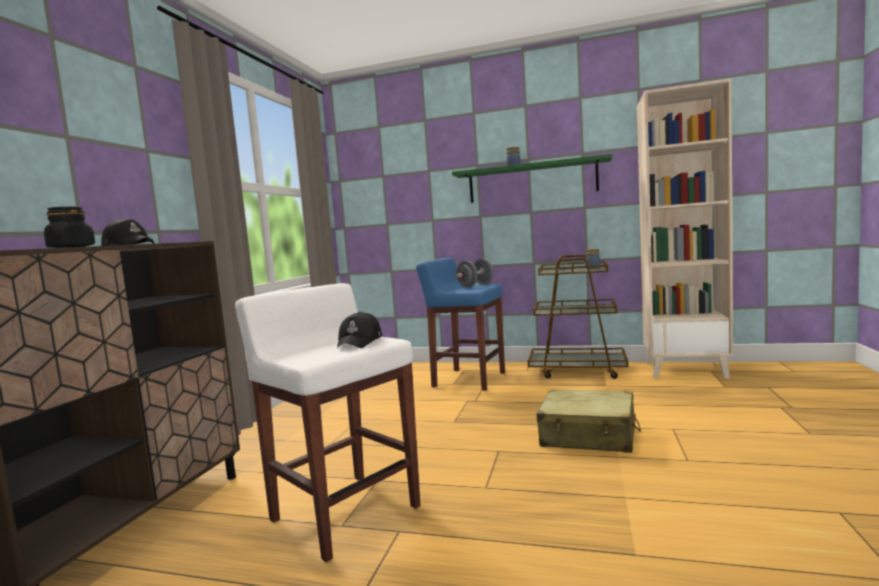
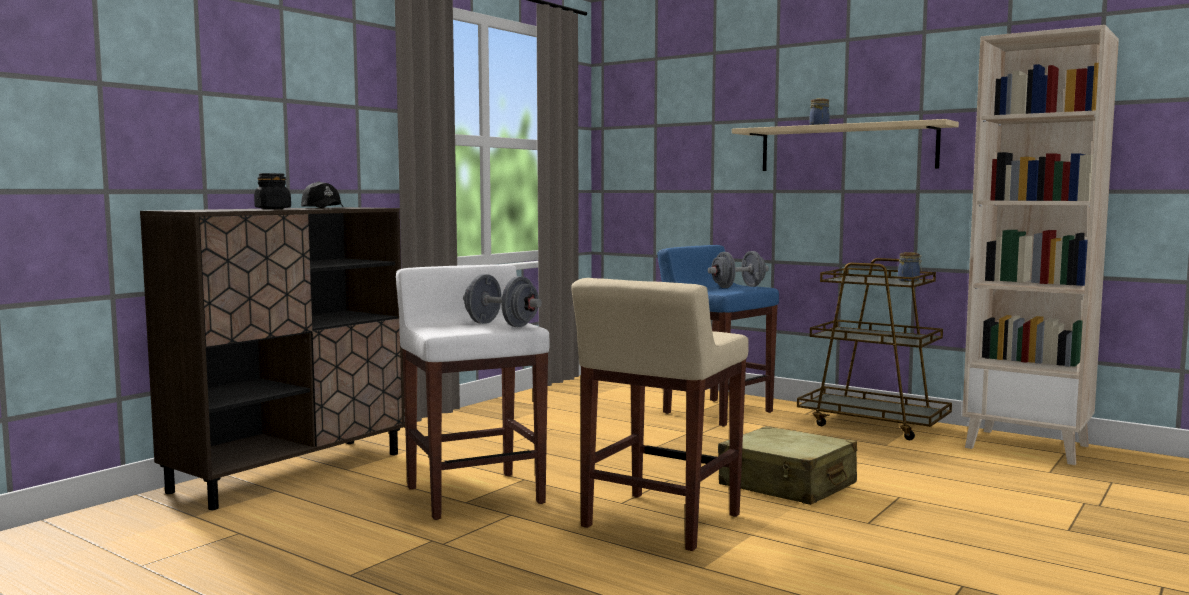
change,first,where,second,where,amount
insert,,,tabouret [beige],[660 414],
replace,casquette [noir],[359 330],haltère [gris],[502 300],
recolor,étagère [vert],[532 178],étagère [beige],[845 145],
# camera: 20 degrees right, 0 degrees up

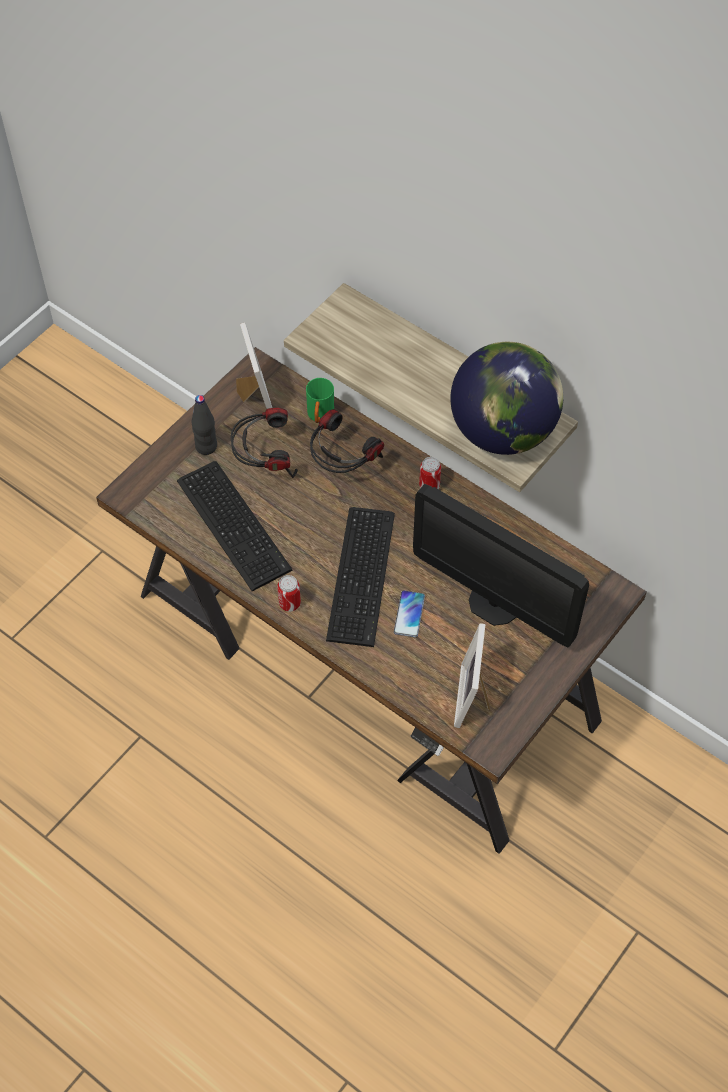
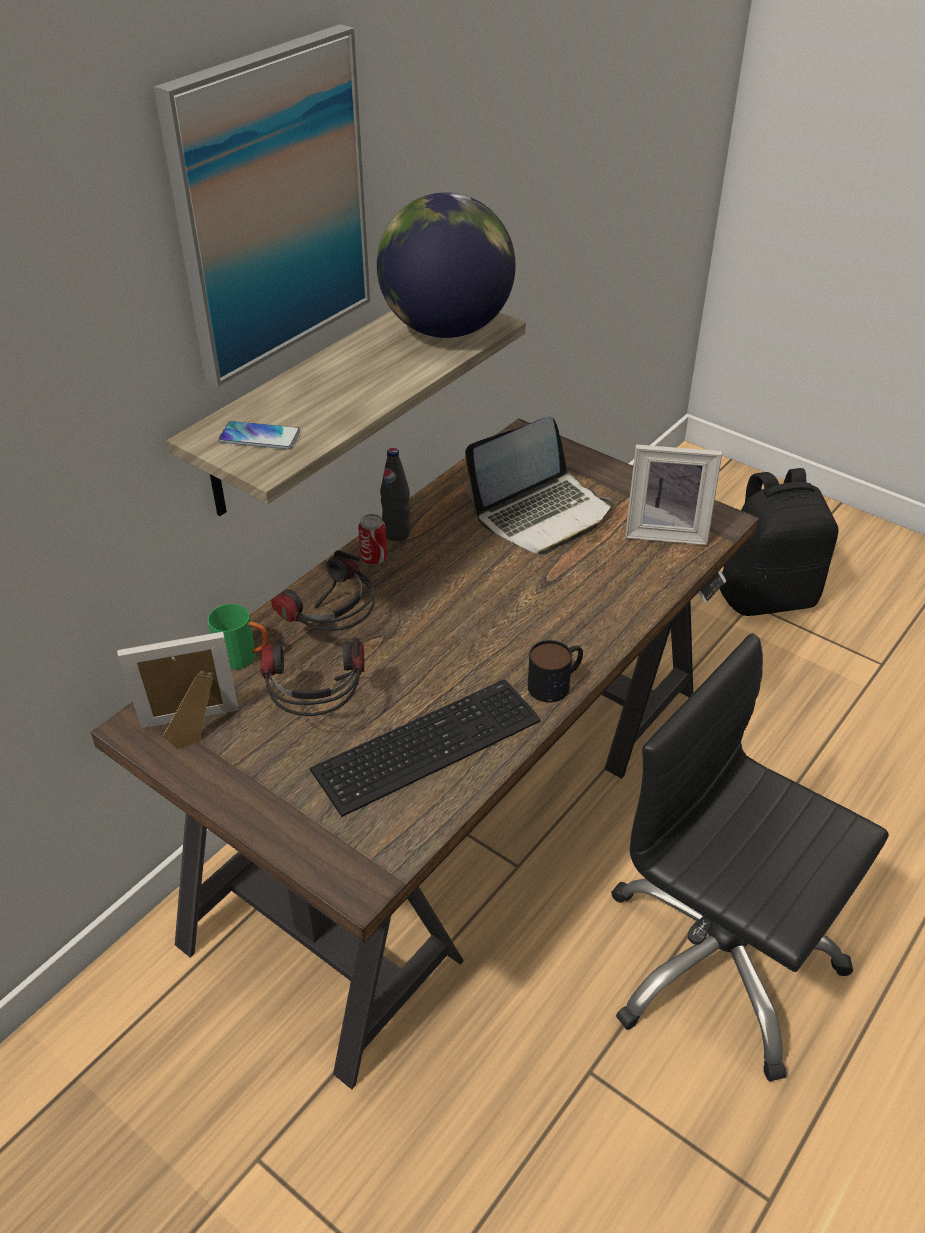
change,first,where,second,where,amount
delete,clavier,[360 577],,,
insert,,,tableau,[262 205],
insert,,,chaise de bureau [noir],[750 857],
insert,,,sac à dos [noir],[779 542],
move,bouteille [noir],[204 425],,[395 494],
move,téléphone,[409 613],,[259 435],
replace,boîte métallique,[289 593],mug,[555 671],
replace,écran d'ordinateur,[501 565],ordinateur portable,[538 485],
# camera: 90 degrees left, 15 degrees down

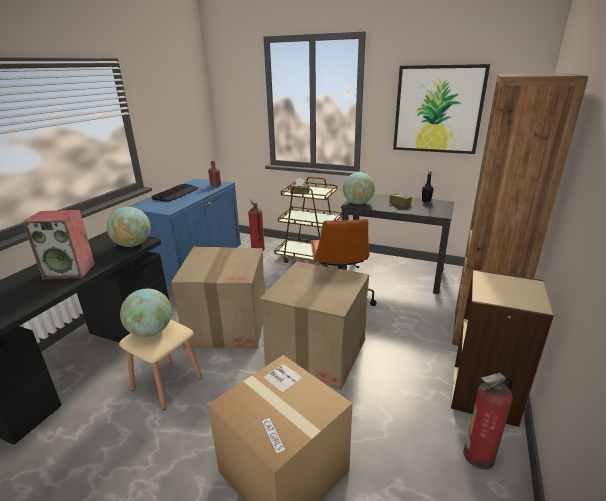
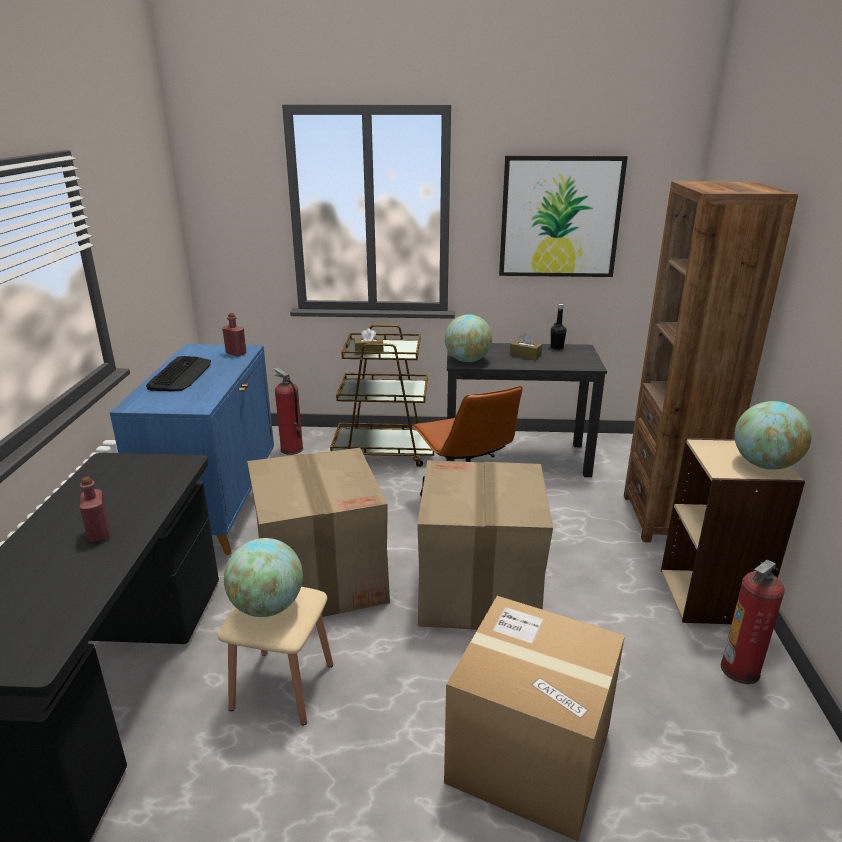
change,first,where,second,where,amount
move,globe,[128 227],,[773 435],
replace,enceinte,[59 244],bouteille [rouge],[95 509],
# camera: 20 degrees left, 0 degrees up

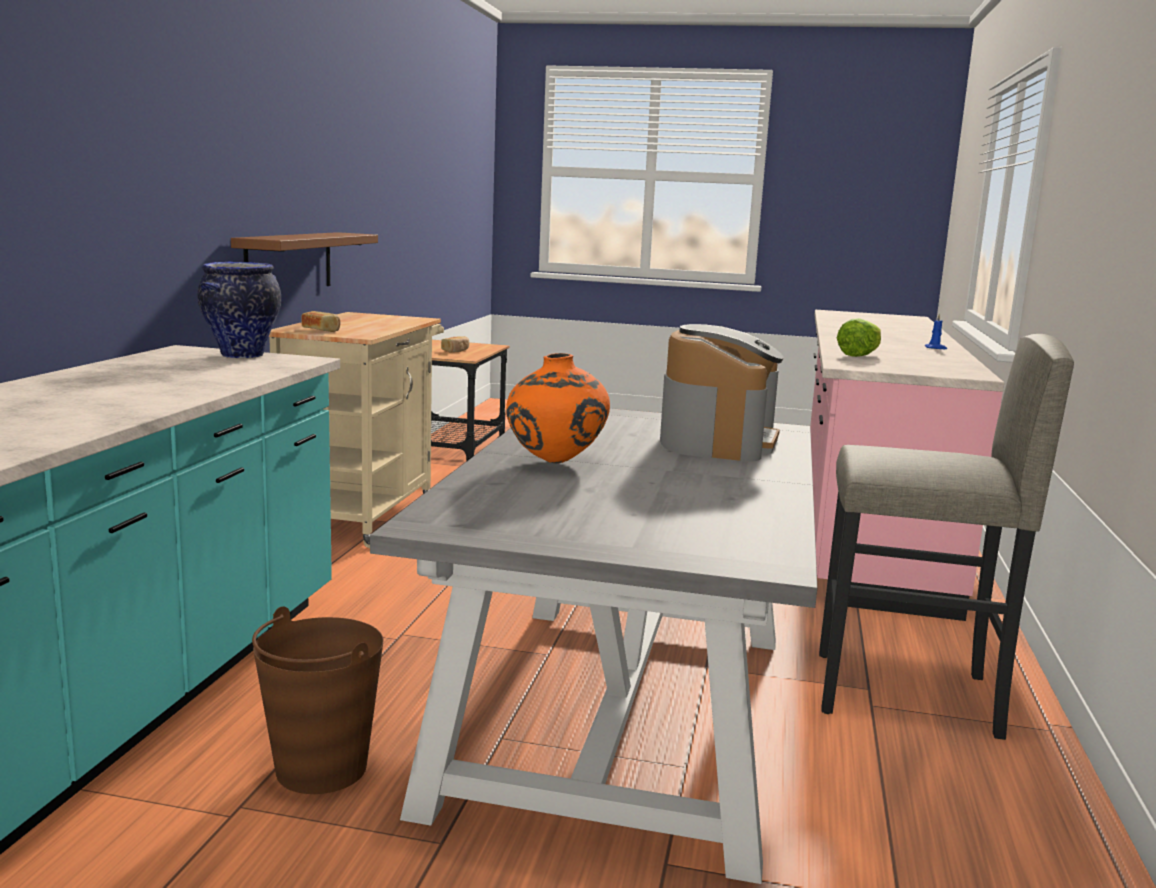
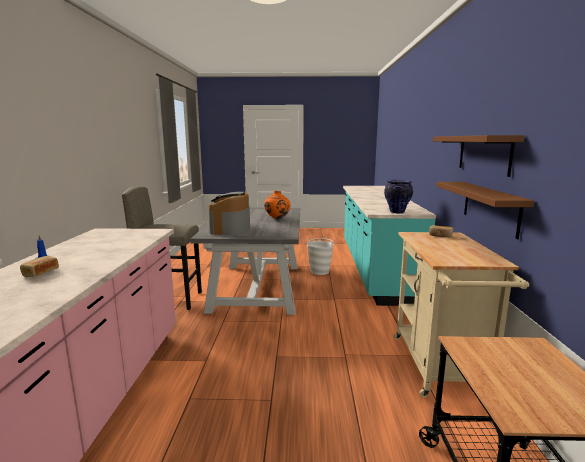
change,first,where,second,where,amount
delete,laitue,[859 337],,,
insert,,,étagère [marron],[478 156],
move,pain,[455 344],,[39 266],
recolor,seau [marron],[317 700],seau [blanc],[320 256],
# camera: 170 degrees right, 0 degrees up

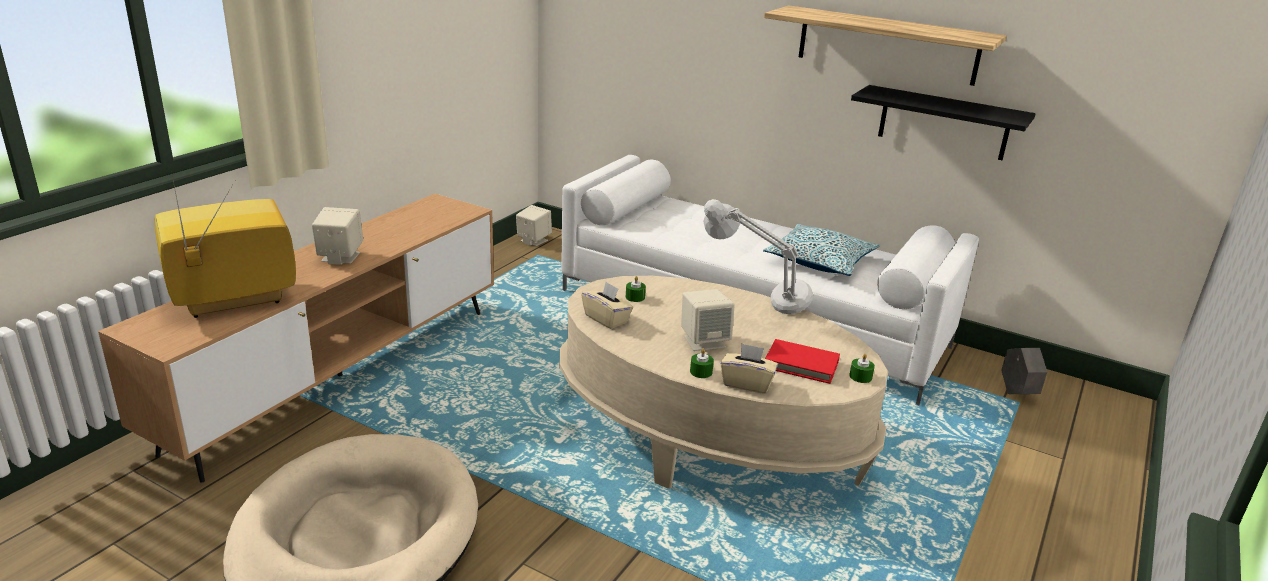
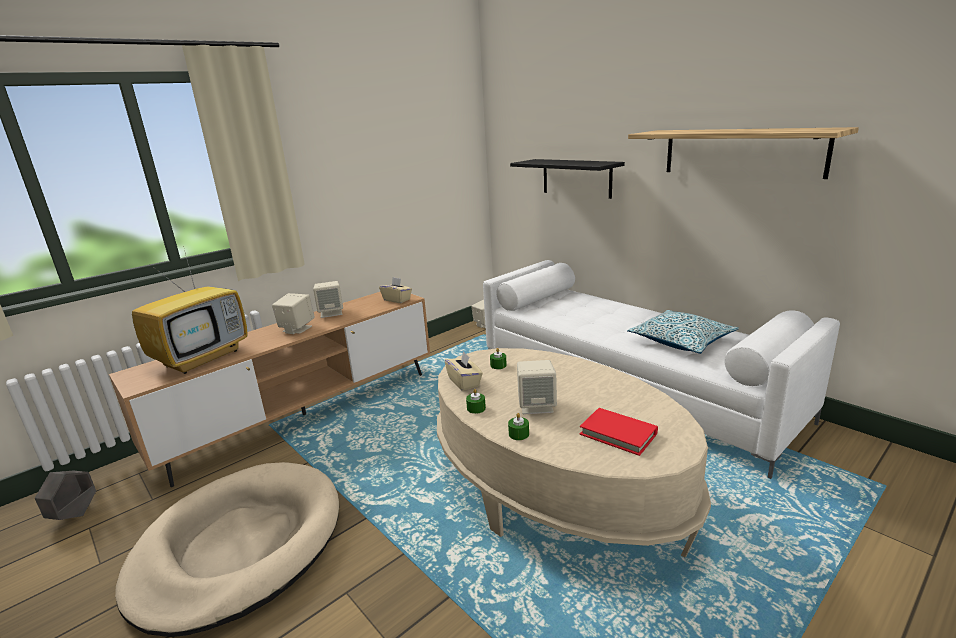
change,first,where,second,where,amount
delete,lampe de table [gris],[758 256],,,
insert,,,enceinte [beige],[328 299],
move,boîte à mouchoirs [beige],[749 368],,[395 290],
move,bougie [vert],[862 368],,[476 401],
move,étagère [noir],[943 122],,[567 179],
move,cache-pot [gris],[1024 371],,[65 495],
rotate,téléviseur,[225 244],,[190 310],135 degrees clockwise
# camera: 20 degrees right, 5 degrees down

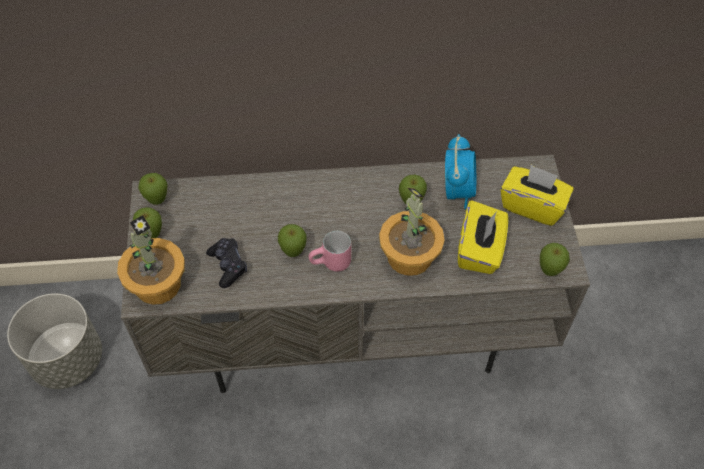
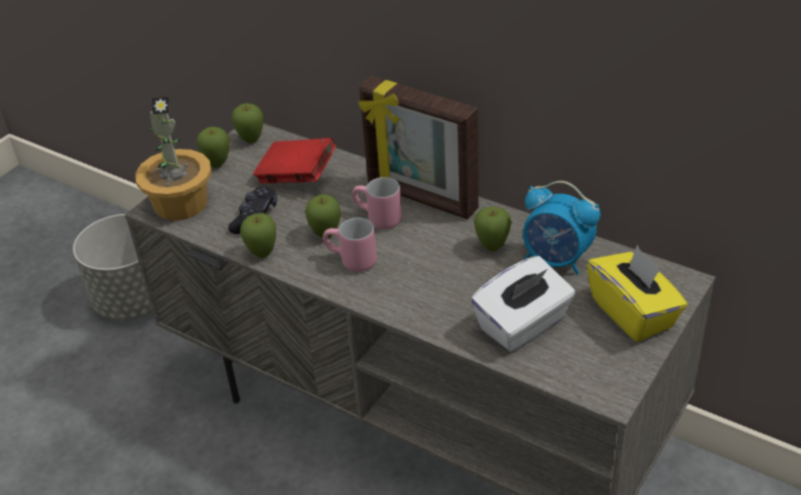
change,first,where,second,where,amount
delete,plante en pot,[412 232],,,
insert,,,livre [rouge],[294 161],
insert,,,mug [rose],[377 203],
insert,,,cadre photo,[418 147],
move,pomme,[555 259],,[258 235],
recolor,boîte à mouchoirs [jaune],[483 237],boîte à mouchoirs [blanc],[523 304],
rotate,réveil,[460 171],,[561 228],75 degrees clockwise
# camera: 40 degrees right, 15 degrees down

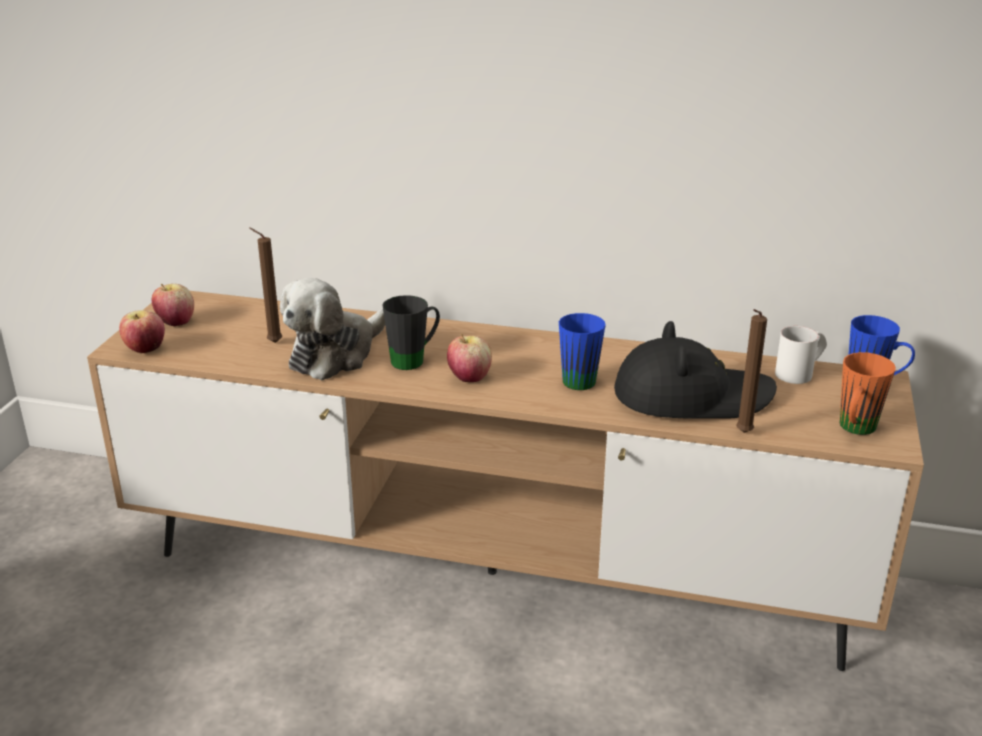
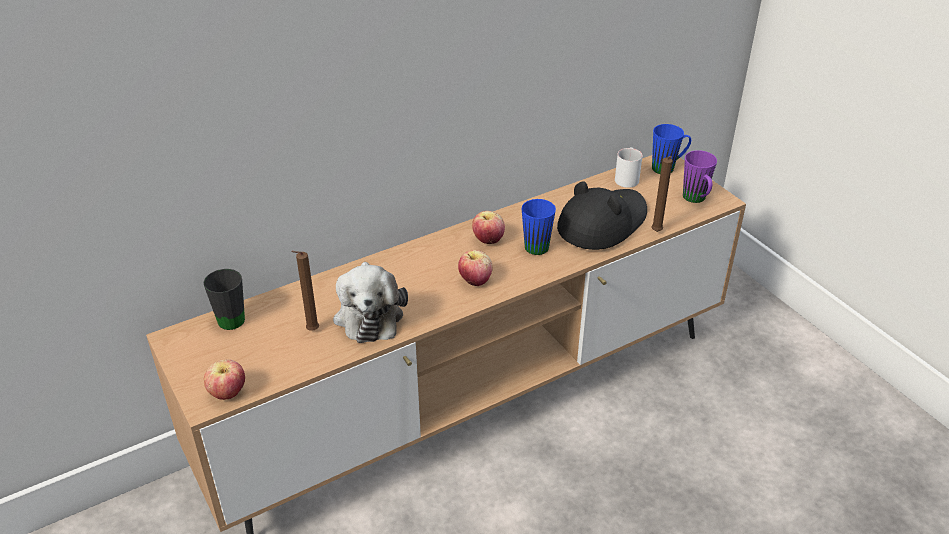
change,first,where,second,where,amount
move,pomme,[173 305],,[488 227],
move,mug [noir],[411 332],,[224 299],
recolor,mug [orange],[868 393],mug [violet],[700 176],
# camera: 45 degrees left, 10 degrees up

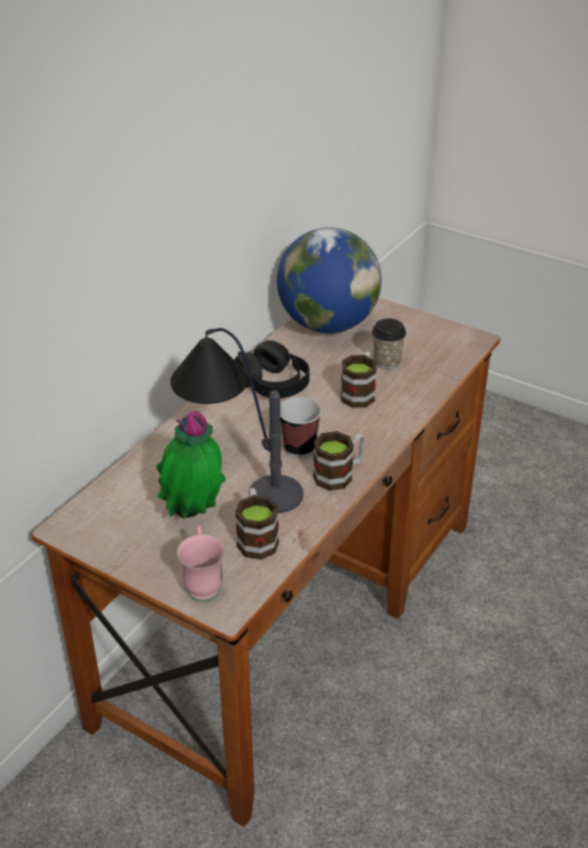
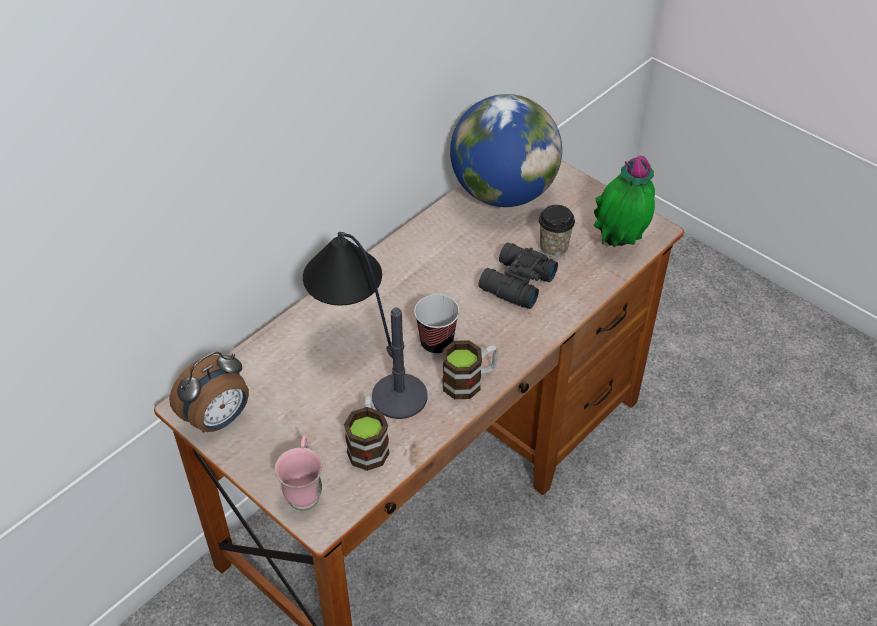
change,first,where,second,where,amount
delete,casque audio [noir],[272 369],,,
insert,,,réveil,[209 392],
move,plante en pot,[191 465],,[624 202],
replace,mug,[359 379],jumelles [noir],[518 275],
# camera: 10 degrees right, 10 degrees up

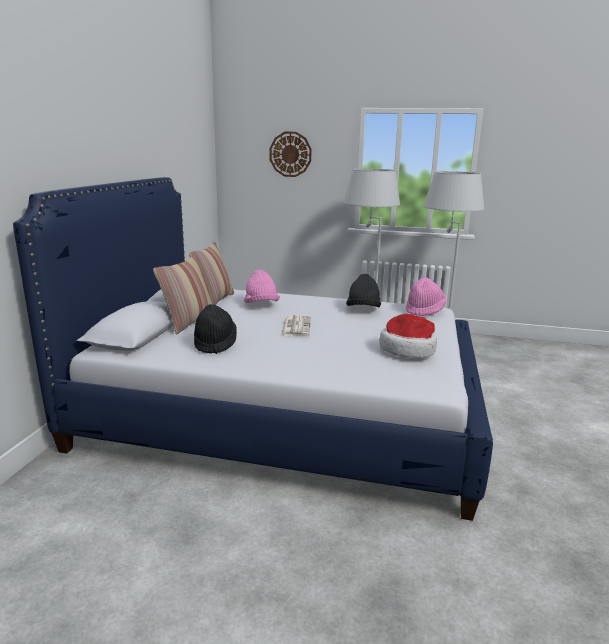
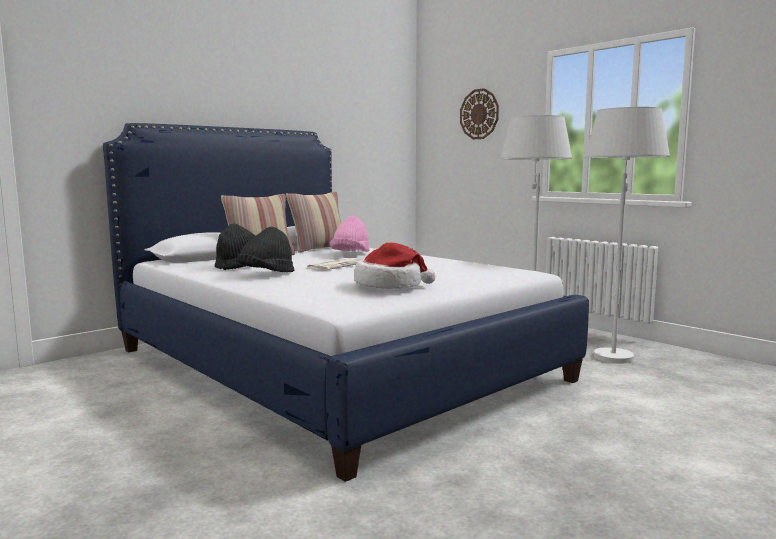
change,first,where,second,where,amount
delete,chapeau [rose],[426 296],,,
move,chapeau [noir],[363 290],,[265 249],
# camera: 35 degrees right, 10 degrees down

